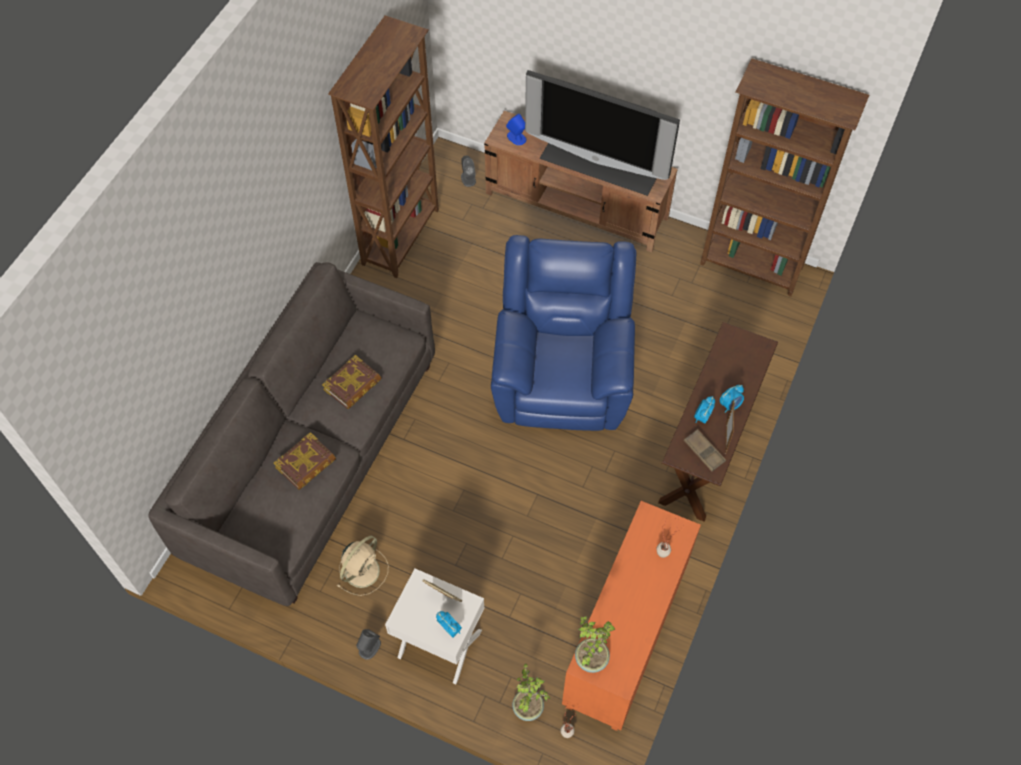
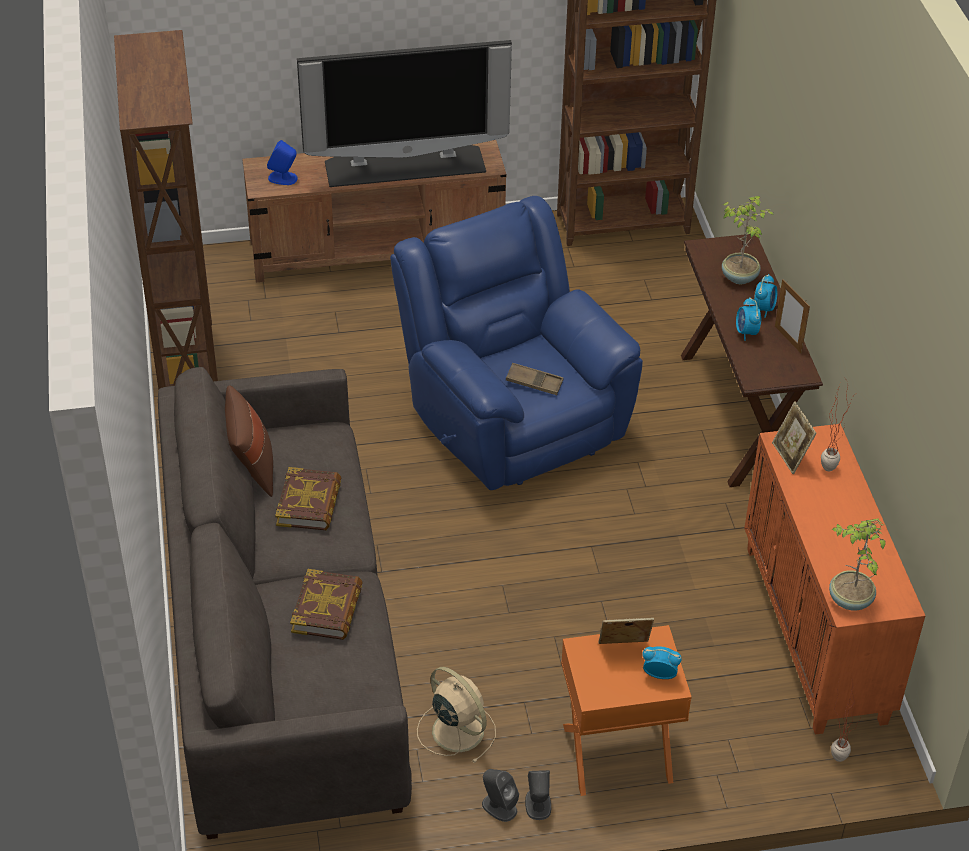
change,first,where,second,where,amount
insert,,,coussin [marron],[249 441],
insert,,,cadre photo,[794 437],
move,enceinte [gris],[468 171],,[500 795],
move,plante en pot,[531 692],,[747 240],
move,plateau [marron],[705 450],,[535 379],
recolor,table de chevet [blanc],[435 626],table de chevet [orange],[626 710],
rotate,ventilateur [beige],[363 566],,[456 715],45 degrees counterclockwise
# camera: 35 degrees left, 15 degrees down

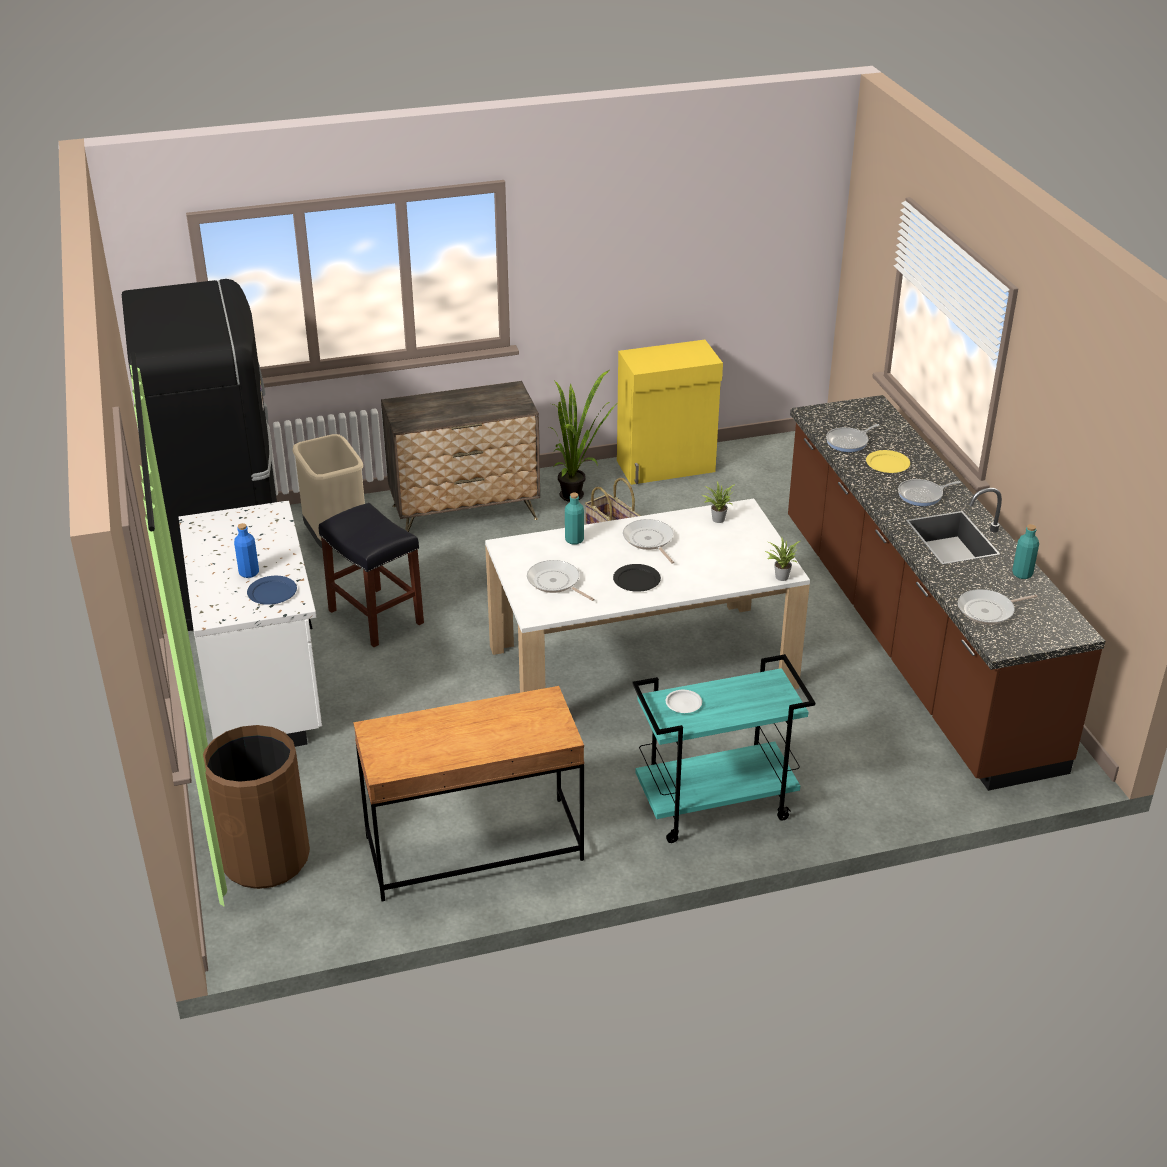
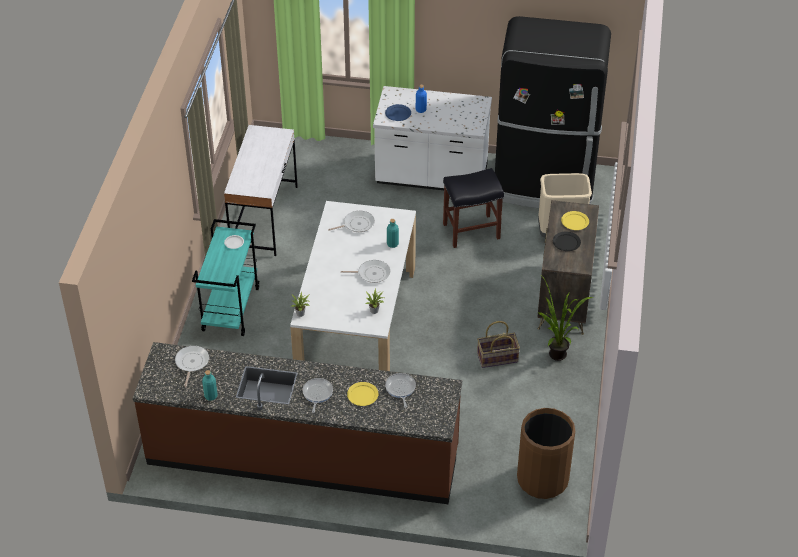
change,first,where,second,where,amount
delete,meuble de rangement [jaune],[670 412],,,
insert,,,assiette [jaune],[575 220],
move,poubelle [marron],[256 807],,[546 453],
move,assiette [noir],[637 578],,[567 241],
recolor,bureau [marron],[468 793],bureau [blanc],[261 190],
# camera: 115 degrees right, 10 degrees up

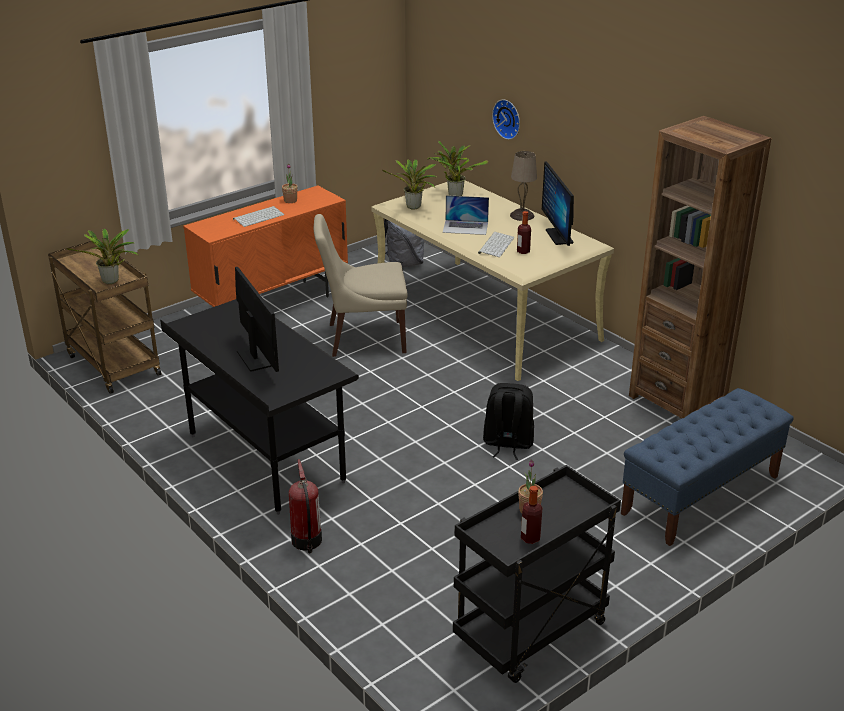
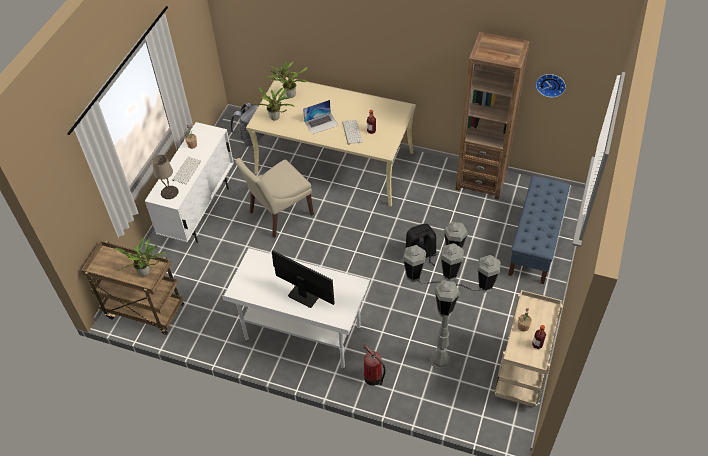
change,first,where,second,where,amount
delete,écran d'ordinateur,[558 204],,,
insert,,,lampadaire [gris],[452 296],
move,horloge murale,[506 119],,[551 86],
move,lampe de table [beige],[523 186],,[165 177],
recolor,bureau [noir],[259 407],bureau [blanc],[296 308],
recolor,meuble de rangement [orange],[265 246],meuble de rangement [blanc],[189 182],
recolor,chariot [noir],[537 574],chariot [beige],[528 348],
# camera: 30 degrees left, 20 degrees up

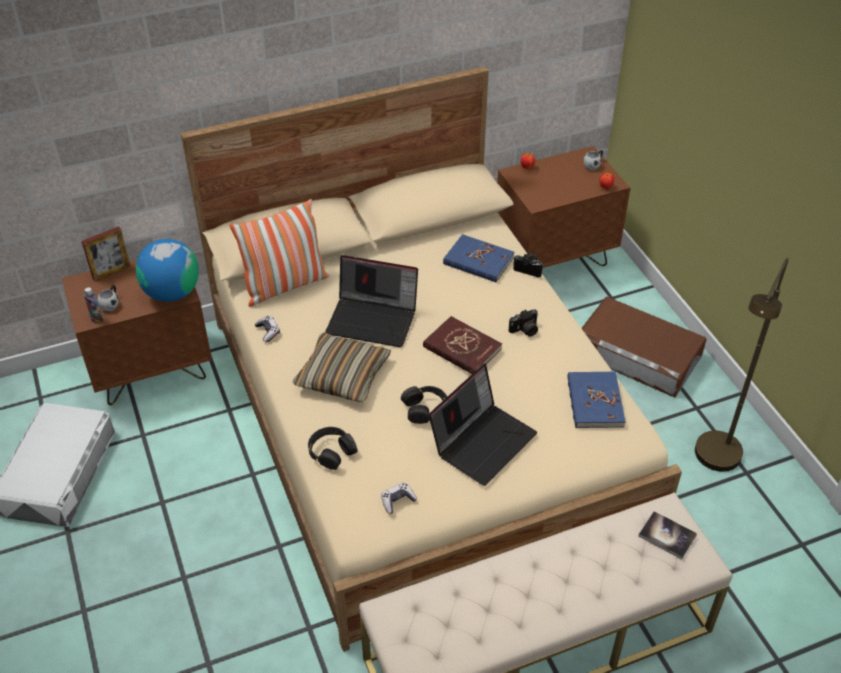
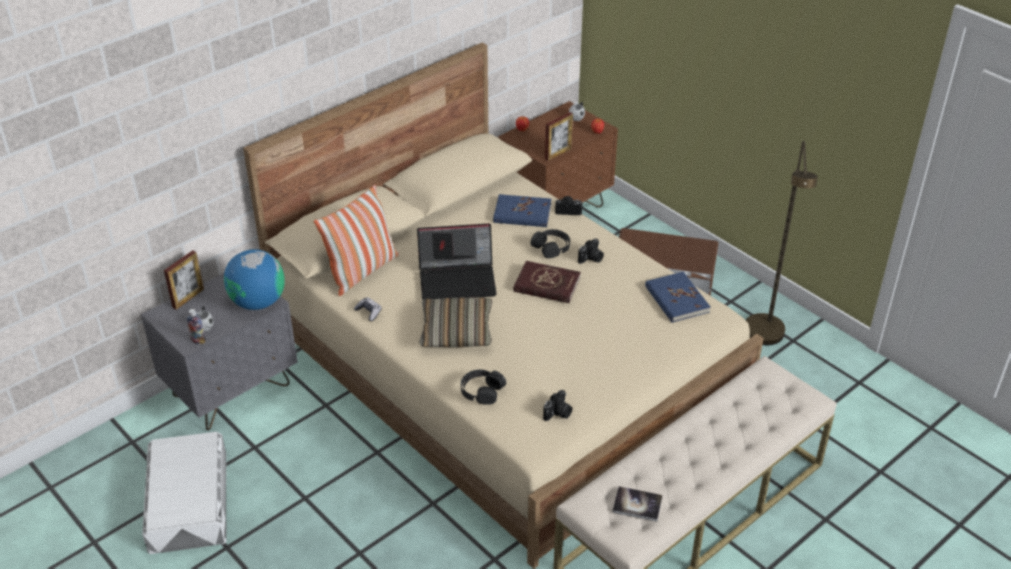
change,first,where,second,where,amount
delete,ordinateur portable,[483 425],,,
insert,,,cadre photo,[559 136],
move,casque audio [noir],[424 405],,[550 243],
move,livre,[667 535],,[637 504],
replace,manette,[399 498],appareil photo,[557 405],
recolor,table de chevet [marron],[137 332],table de chevet [gris],[219 352],
# camera: 20 degrees left, 5 degrees down

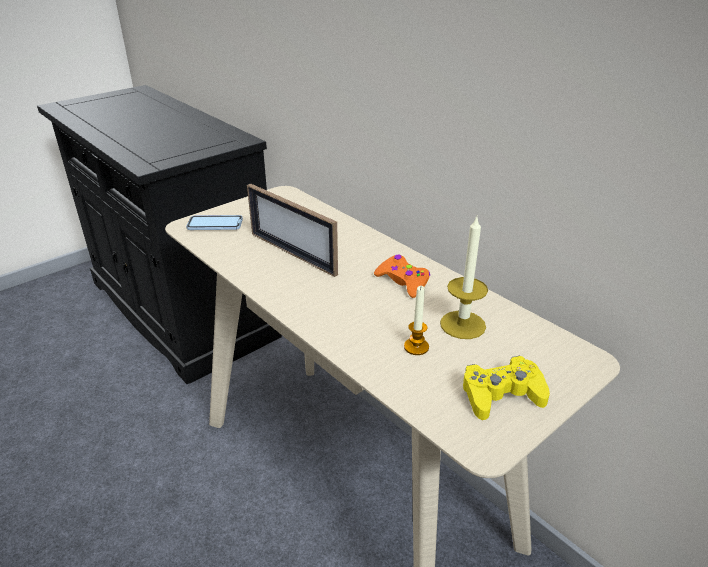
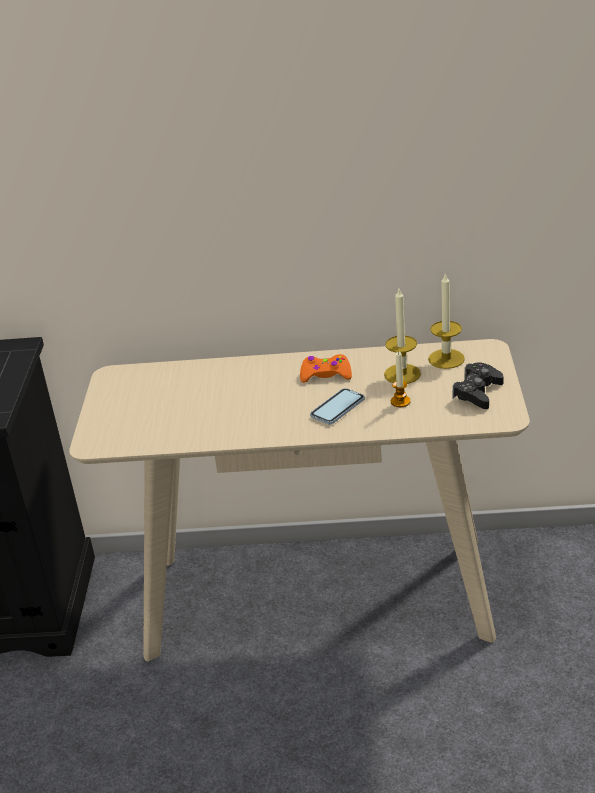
change,first,where,second,where,amount
delete,cadre photo,[292 230],,,
insert,,,bougie,[446 321],
move,téléphone,[214 222],,[337 406],
recolor,manette [jaune],[506 388],manette [noir],[478 385],
# camera: 45 degrees left, 0 degrees up

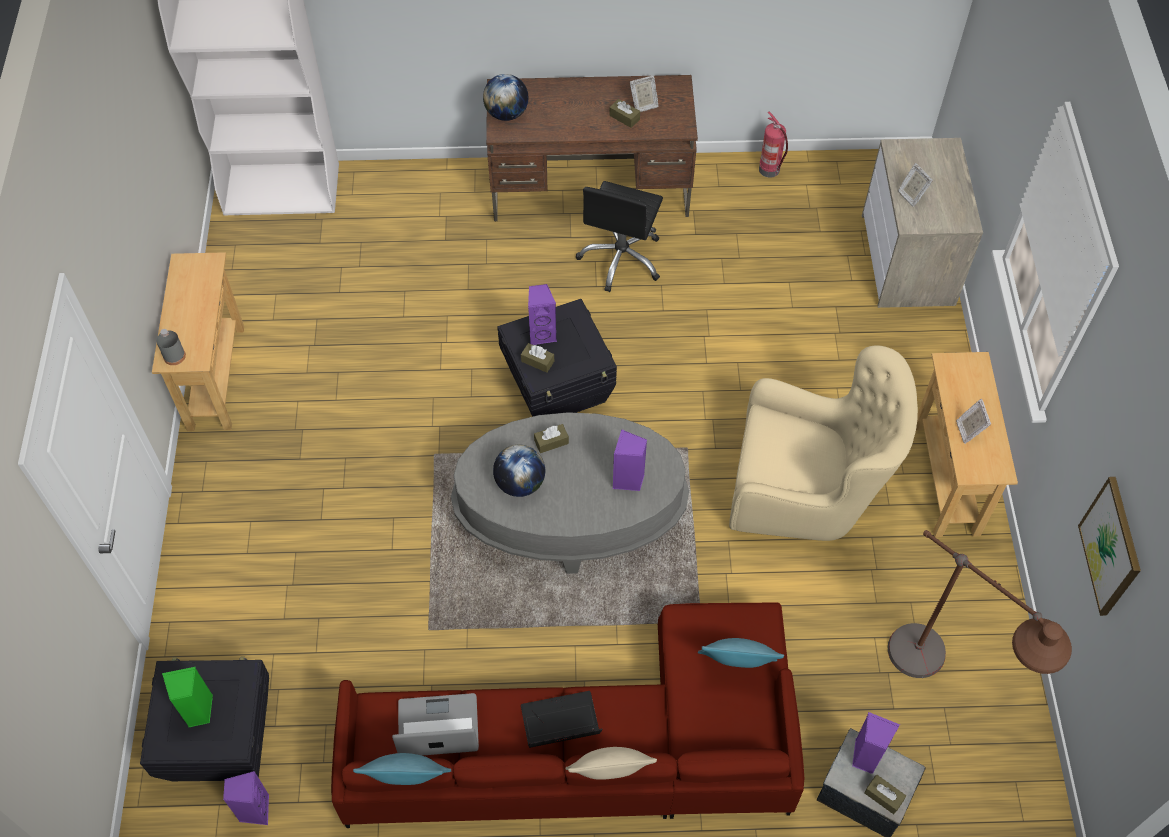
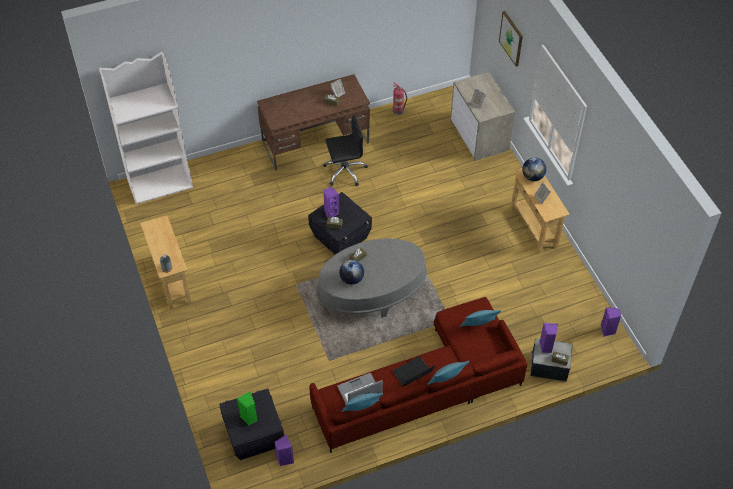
change,first,where,second,where,amount
delete,fauteuil [beige],[823 443],,,
delete,lampadaire [marron],[980 604],,,
move,globe,[505 97],,[534 169],
move,enceinte [violet],[630 460],,[611 322],
move,tableau,[1109 546],,[511 39],
recolor,coussin [beige],[611 763],coussin [turquoise],[448 373],
rotate,chaise de bureau [noir],[619 236],,[345 150],105 degrees counterclockwise
# camera: 20 degrees left, 5 degrees down

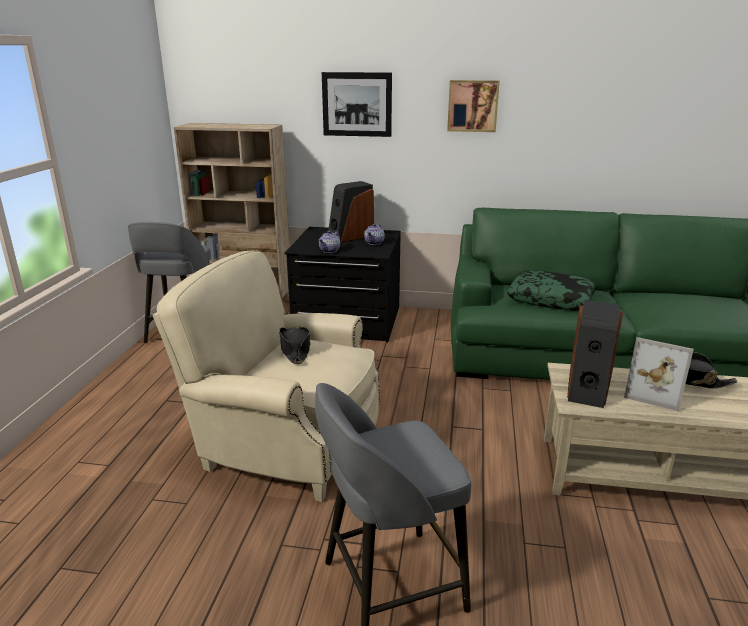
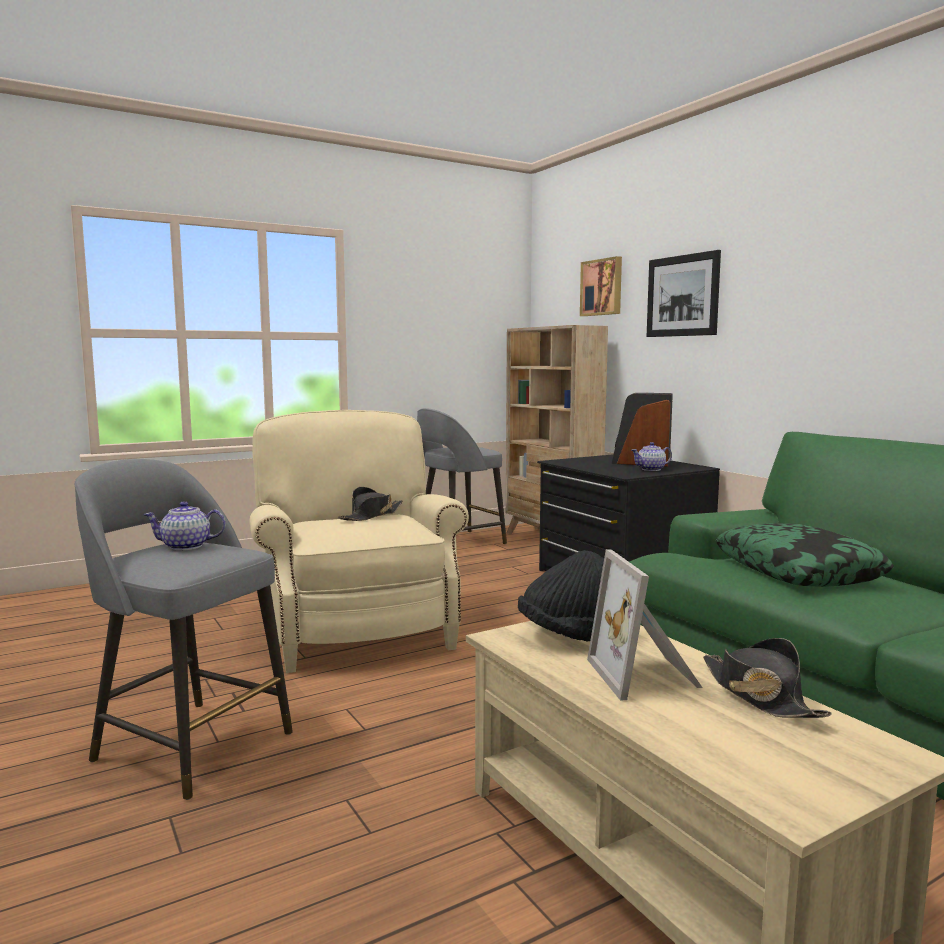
change,first,where,second,where,amount
move,théière,[329 242],,[184 525],
move,tableau,[473 106],,[601 286],
replace,enceinte,[595 354],chapeau [noir],[561 596],
# camera: 50 degrees right, 15 degrees down

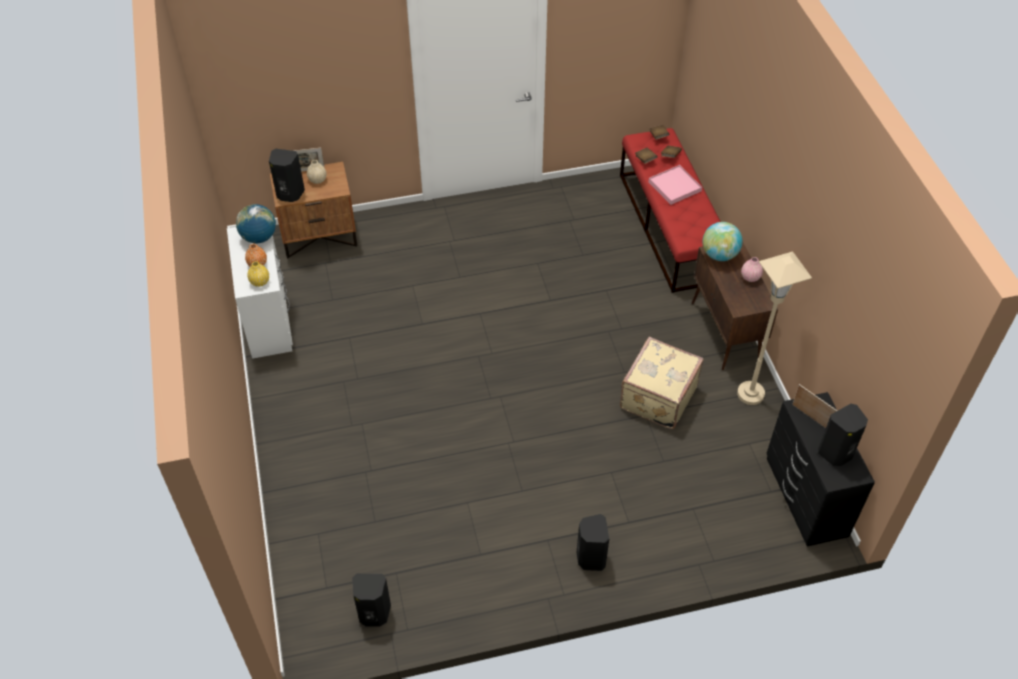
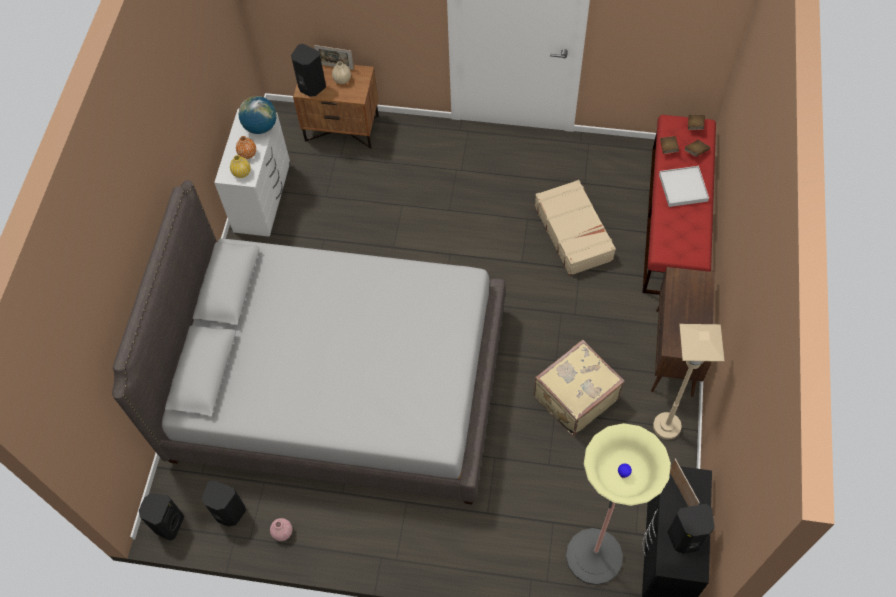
change,first,where,second,where,amount
delete,globe,[722 241],,,
insert,,,lit [gris],[309 342],
insert,,,valise [beige],[575 228],
insert,,,lampadaire,[618 504],
move,enceinte [noir],[592 542],,[161 517],
move,vase [rose],[752 269],,[281 529],
recolor,plateau [rose],[675 185],plateau [blanc],[684 186],
# camera: 25 degrees right, 10 degrees up

